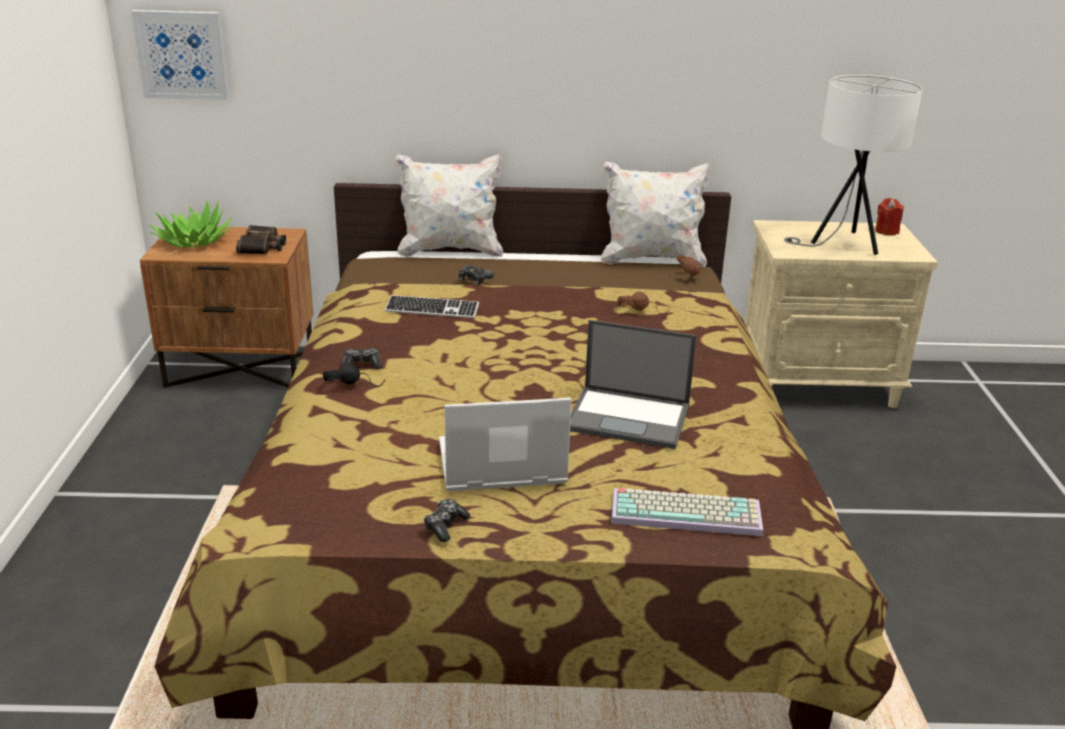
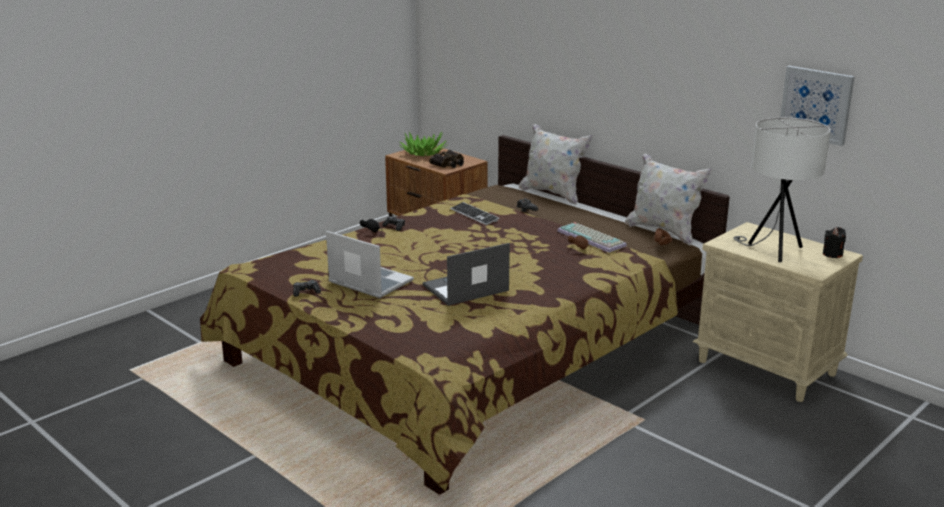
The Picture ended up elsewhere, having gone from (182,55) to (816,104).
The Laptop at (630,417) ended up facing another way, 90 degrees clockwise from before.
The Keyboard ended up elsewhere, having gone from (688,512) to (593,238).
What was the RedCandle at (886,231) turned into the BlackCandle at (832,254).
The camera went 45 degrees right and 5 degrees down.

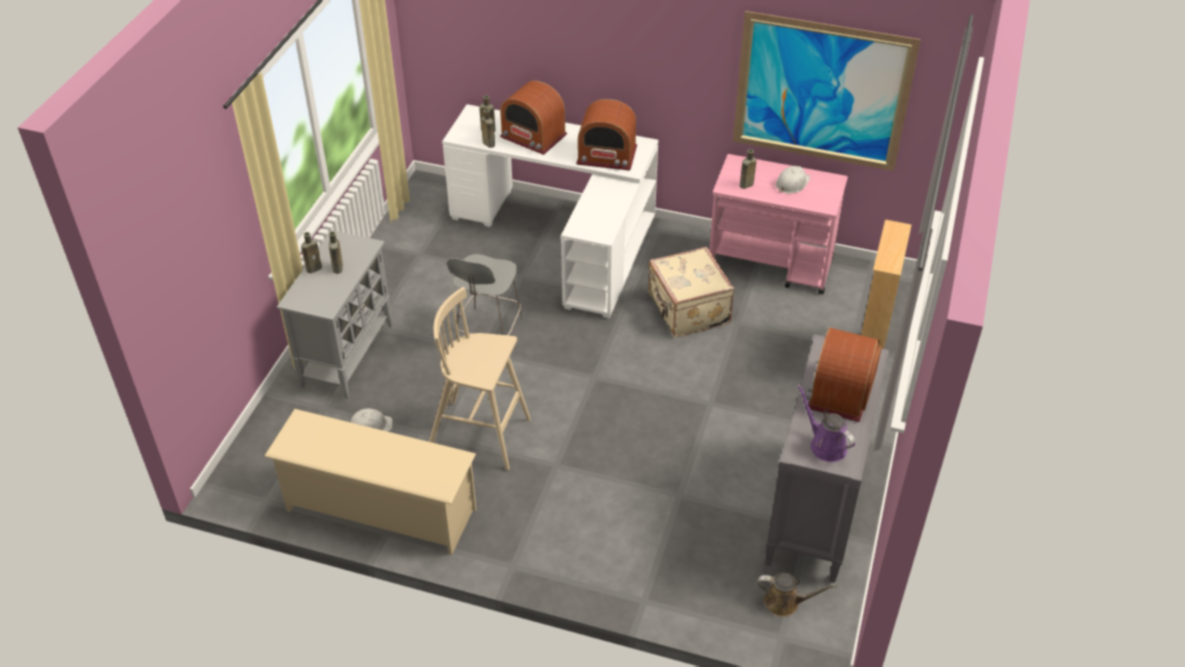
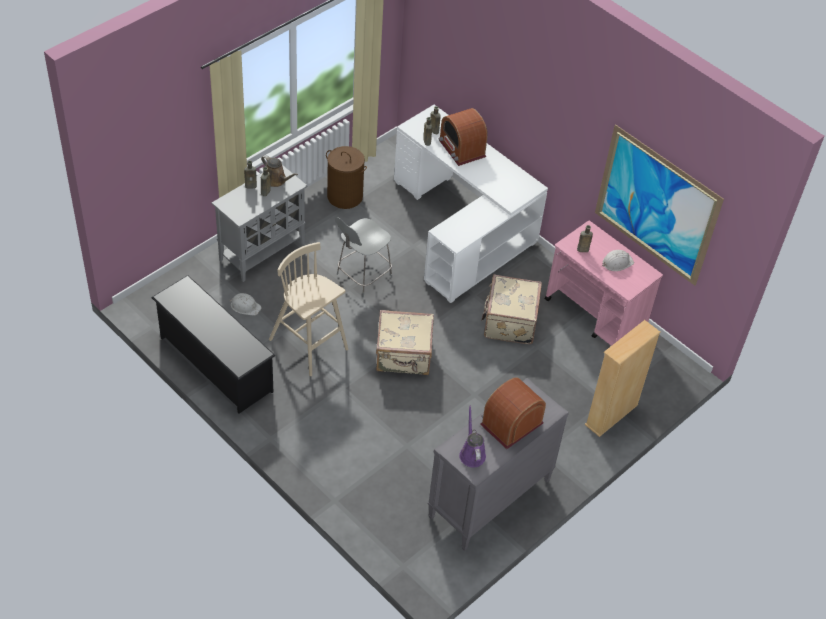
What was the BeigeShoeRack at (380,510) turned into the BlackShoeRack at (215,364).
The second view lost the Radio at (607,155).
The BrownWateringCan ended up elsewhere, having gone from (785,602) to (276,180).
The second view gained the BrownLaundryBasket at (345,196).
The second view gained the BeigeSuitcase at (404,356).
The camera went 25 degrees right and 5 degrees up.

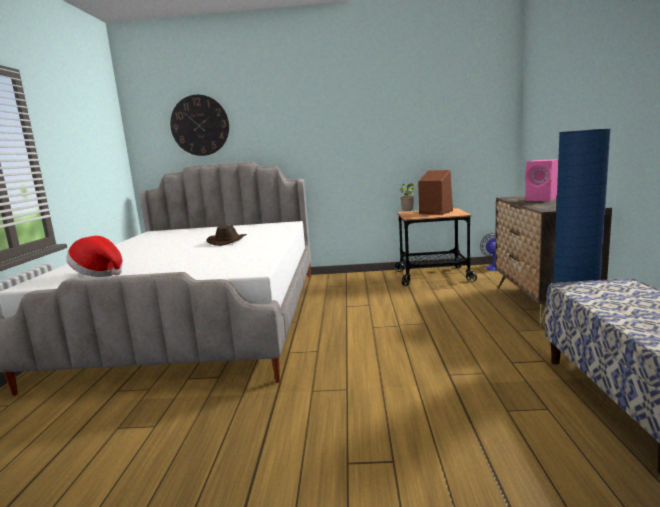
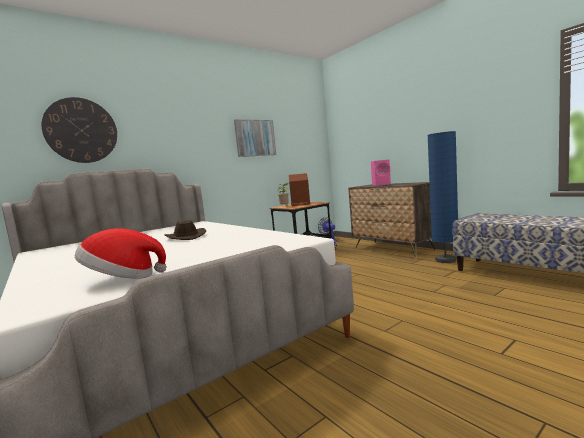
The second view gained the Picture at (255,138).
The camera went 40 degrees left and 5 degrees down.

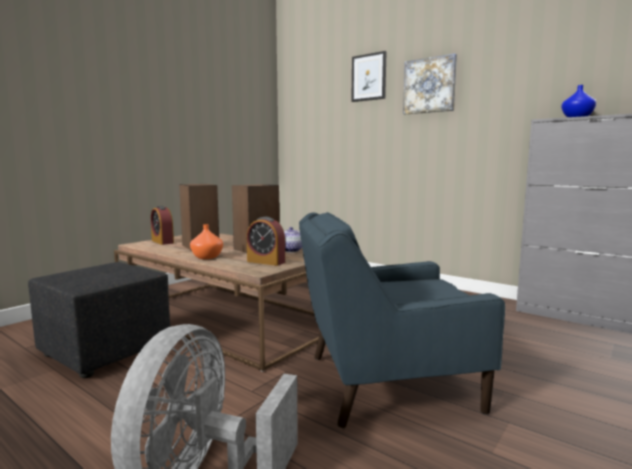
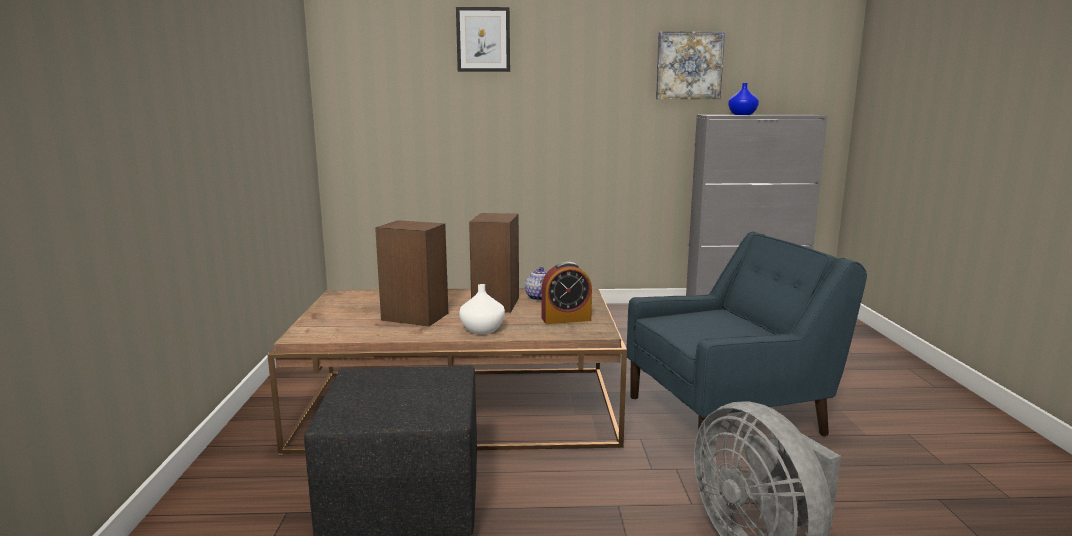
The second view lost the AlarmClock at (162,242).
What was the OrangeVase at (206,257) turned into the WhiteVase at (481,330).
The BlueArmchair at (385,383) ended up facing another way, 150 degrees counterclockwise from before.
The Picture ended up elsewhere, having gone from (429,85) to (689,66).
The camera went 40 degrees left and 5 degrees up.

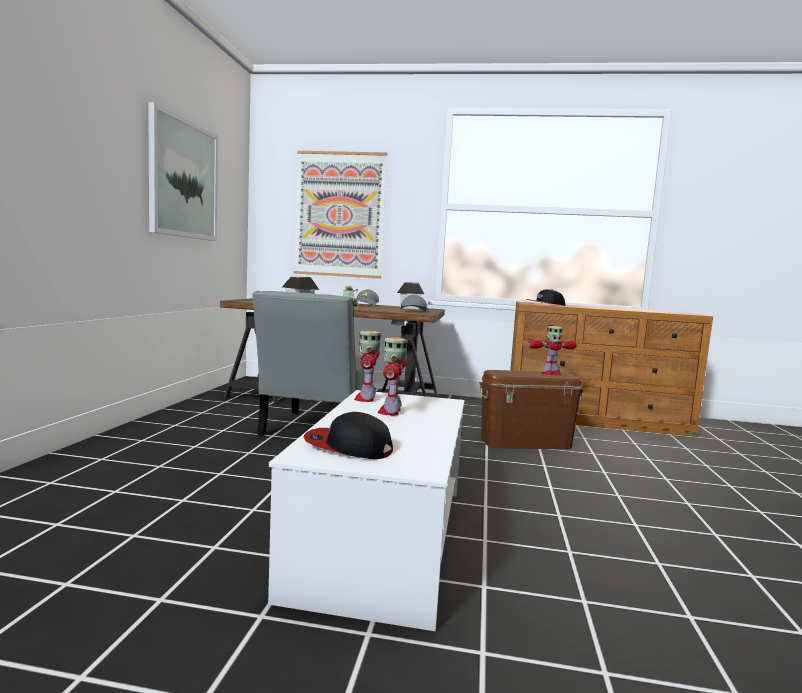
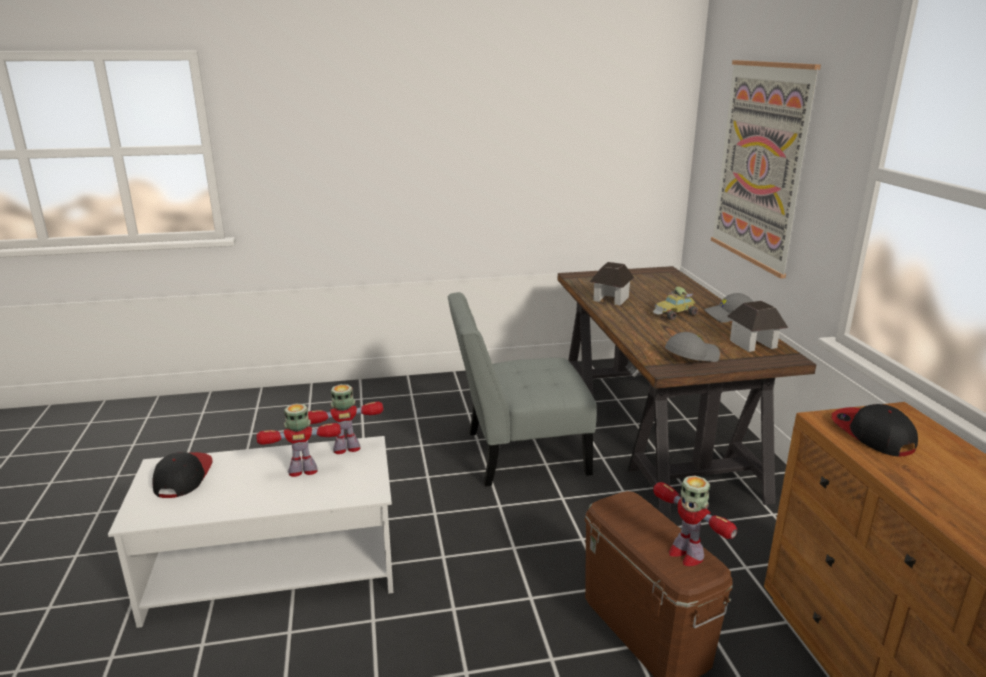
The second view lost the Picture at (184,179).
The camera went 70 degrees right and 15 degrees up.

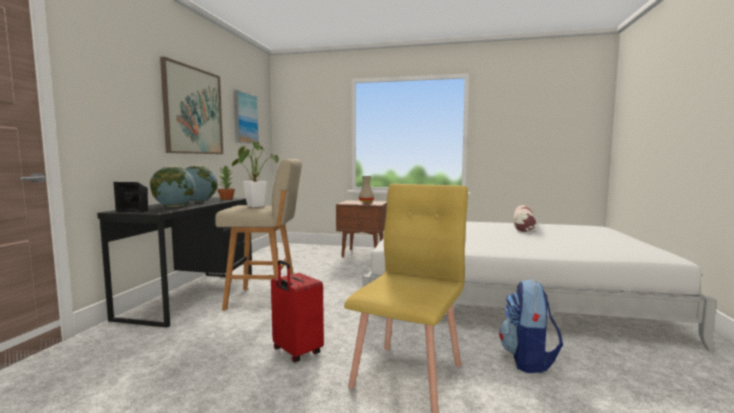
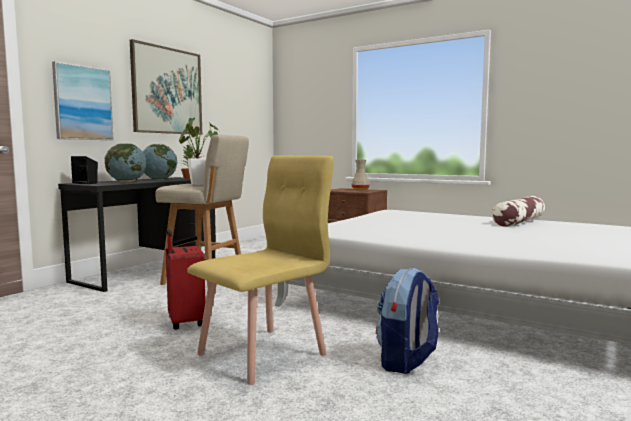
The Picture ended up elsewhere, having gone from (245,118) to (83,103).
The camera went 20 degrees right and 0 degrees up.

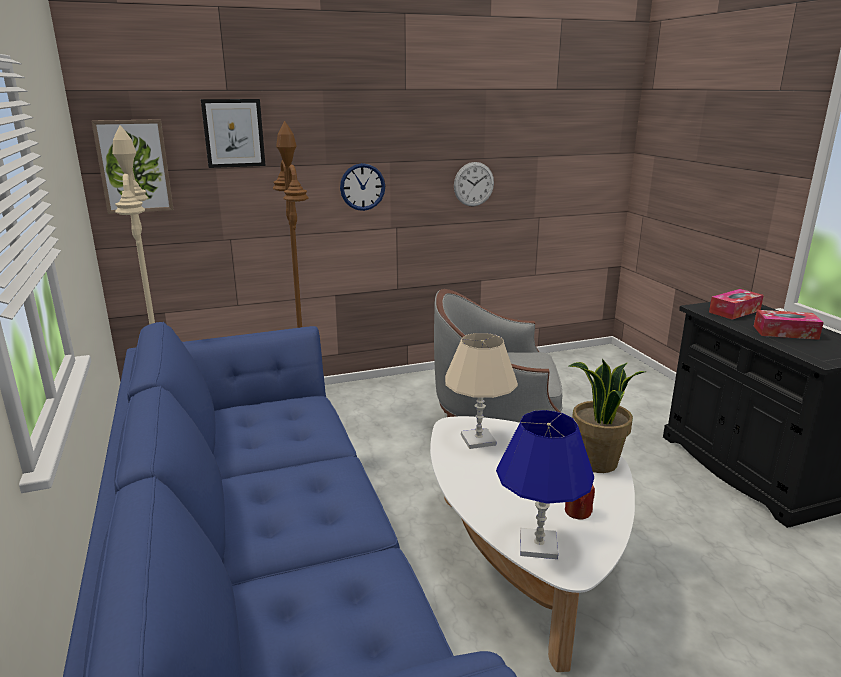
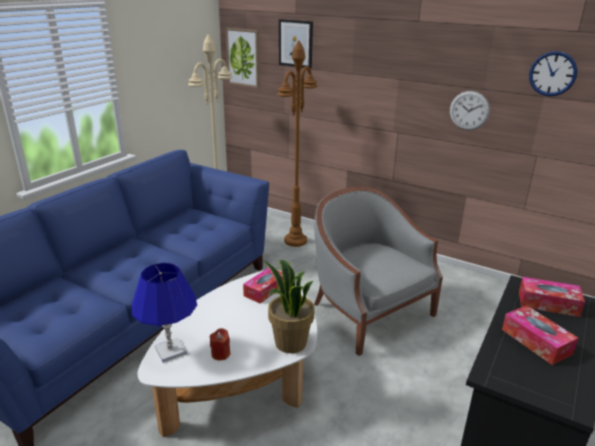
The WallClock ended up elsewhere, having gone from (362,187) to (552,74).
Where the BeigeTableLamp stood at (478,440), the TissueBox came to stand at (265,290).
The camera went 50 degrees right and 5 degrees up.

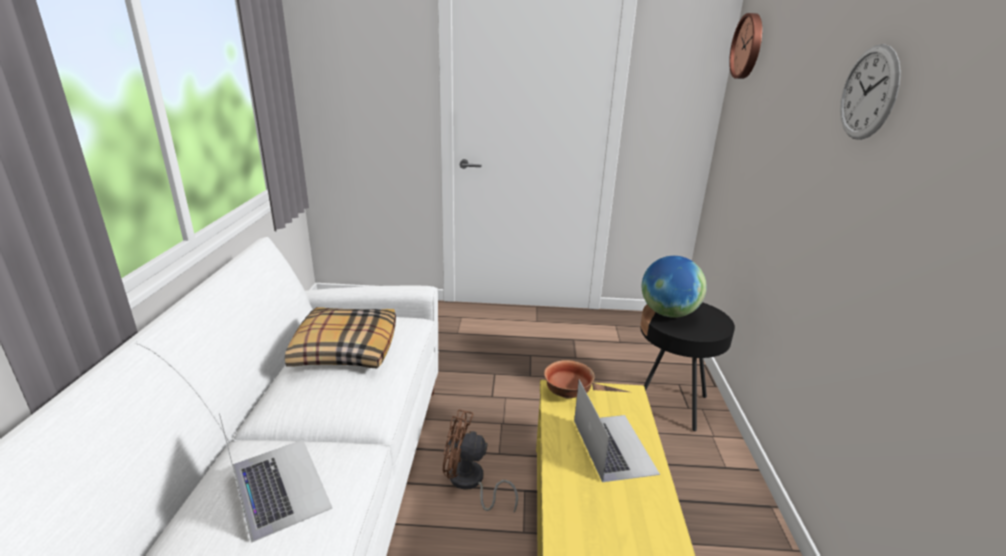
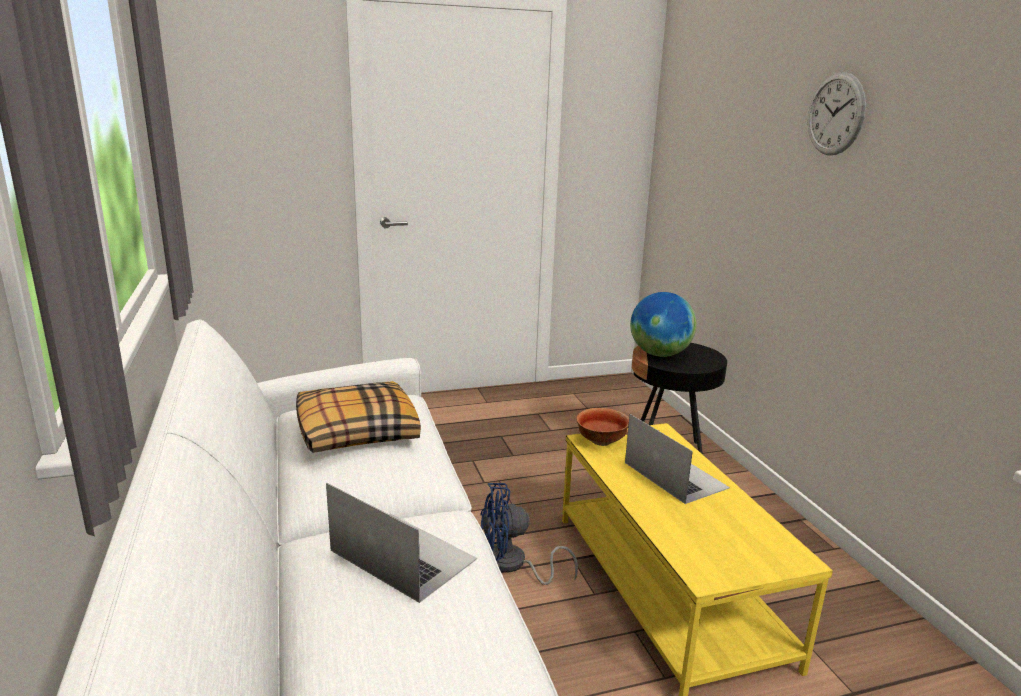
What was the BrownFan at (470,483) turned into the BlueFan at (512,565).
The second view lost the WallClock at (748,46).
The camera went 20 degrees left and 5 degrees down.

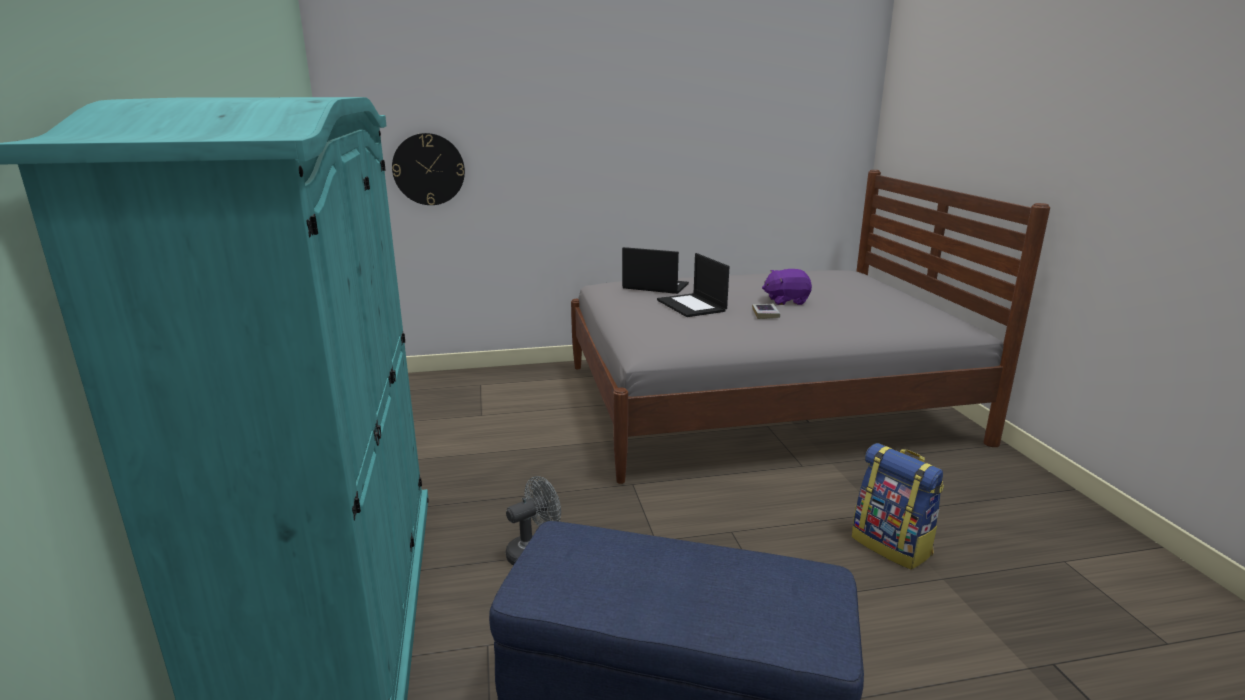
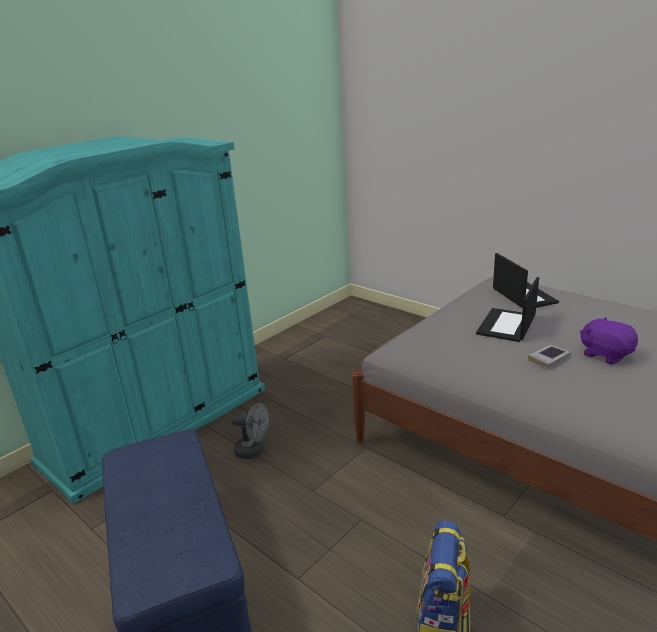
The second view lost the WallClock at (428,169).
The camera went 55 degrees right and 5 degrees up.

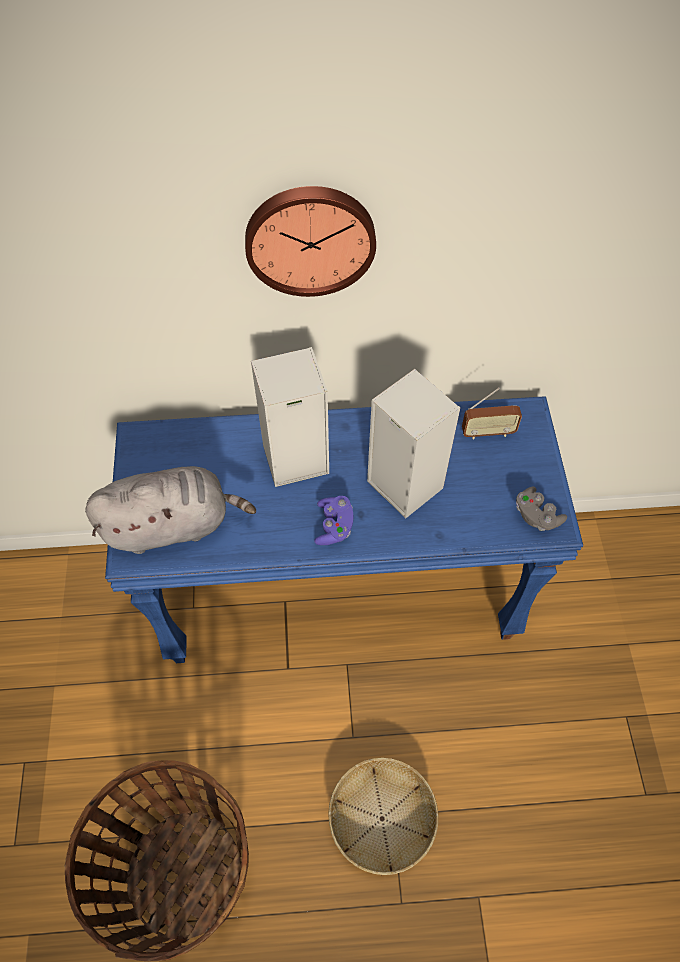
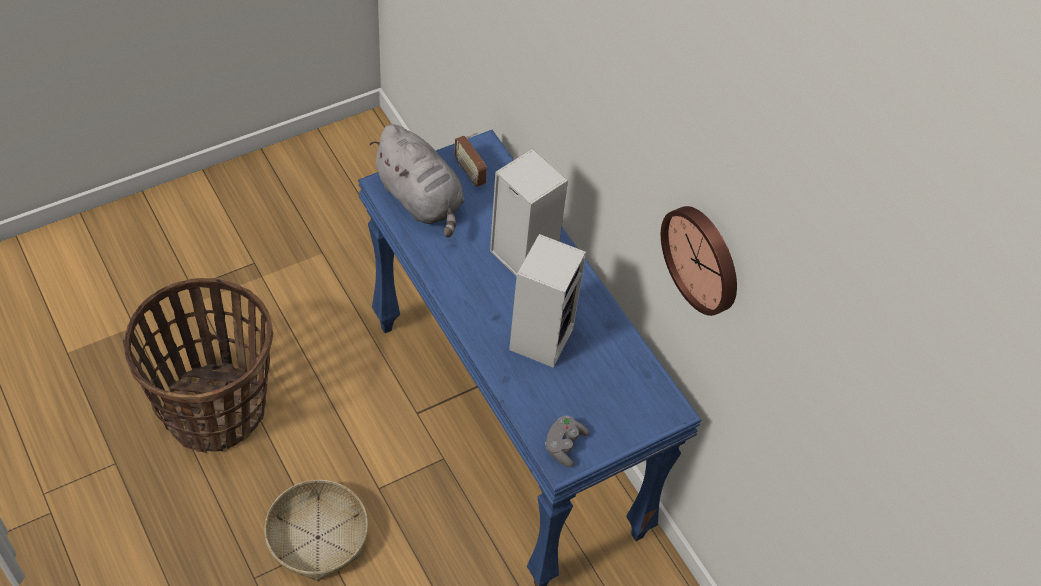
The WallClock ended up elsewhere, having gone from (310,238) to (703,258).
The second view lost the PurpleGameController at (334,526).
The Radio ended up elsewhere, having gone from (488,432) to (470,173).
The camera went 60 degrees right and 5 degrees down.

